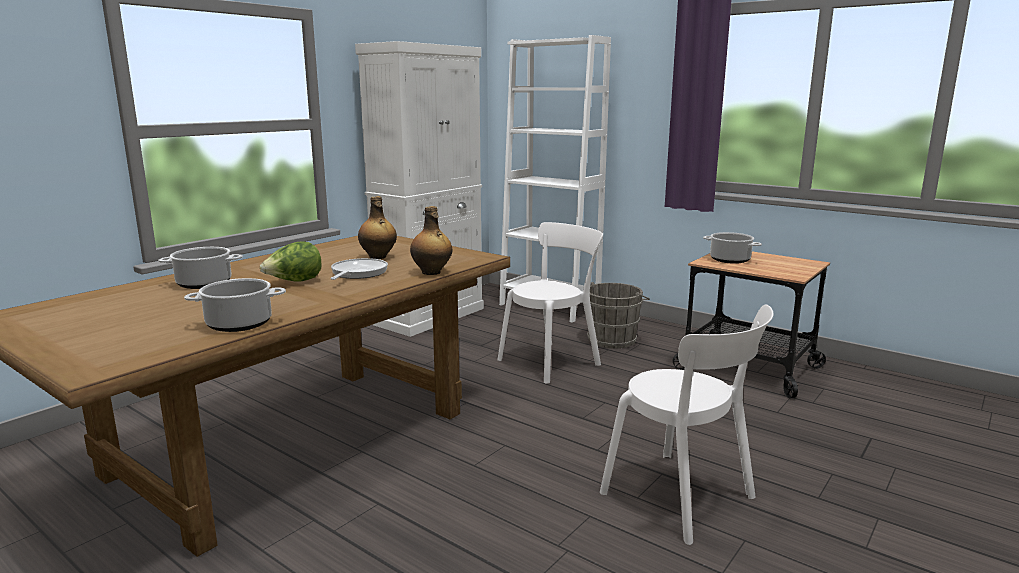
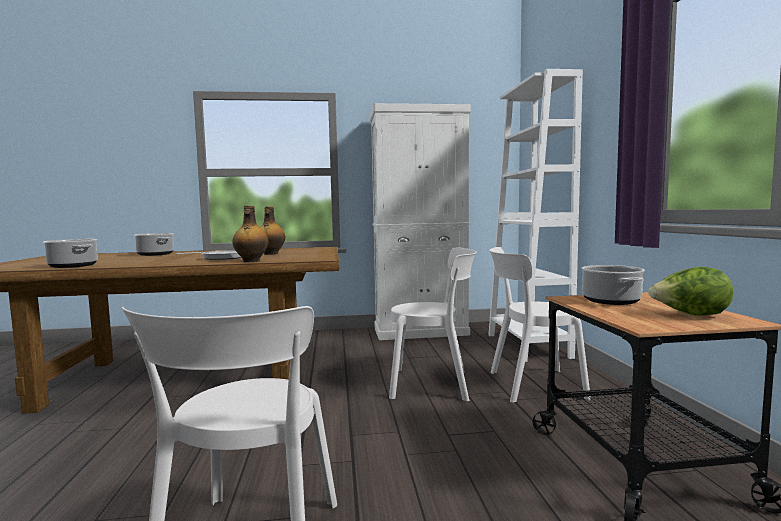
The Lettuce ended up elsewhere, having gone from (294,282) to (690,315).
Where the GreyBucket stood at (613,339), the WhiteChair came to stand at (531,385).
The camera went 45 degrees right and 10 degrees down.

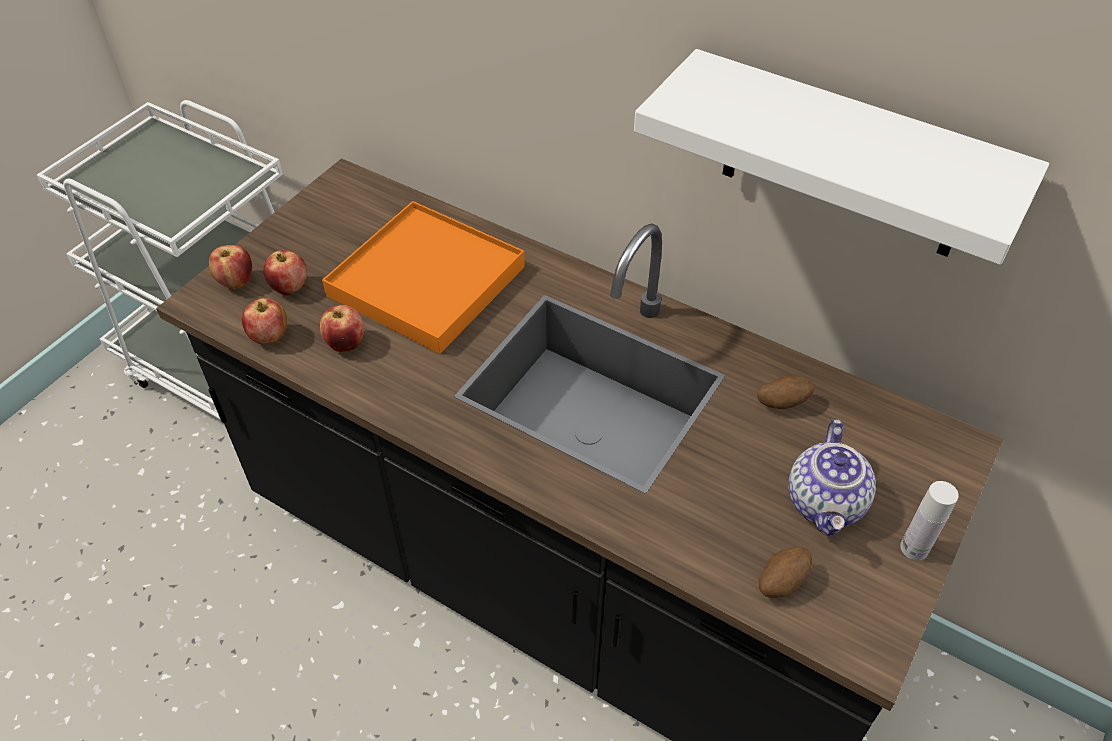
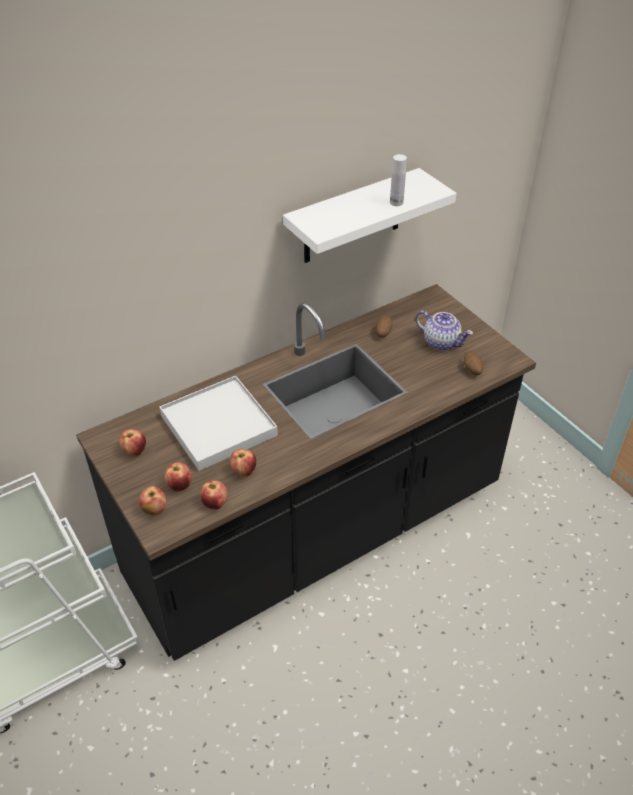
What was the OrangeTray at (426,281) turned into the WhiteTray at (219,425).
The WhiteBottle ended up elsewhere, having gone from (914,548) to (396,202).
The second view gained the Apple at (134,451).
The camera went 65 degrees left and 5 degrees down.

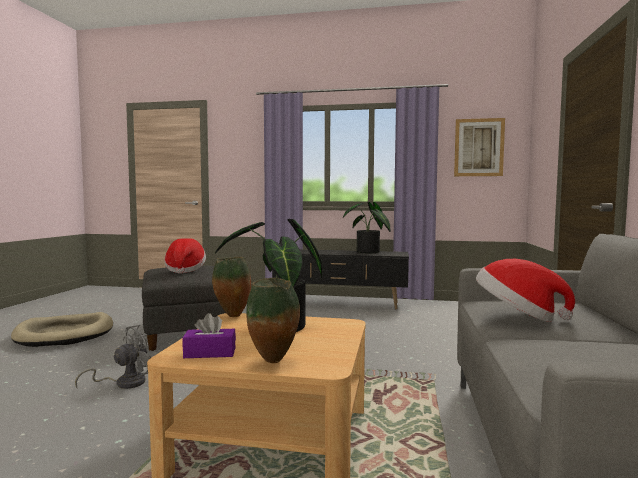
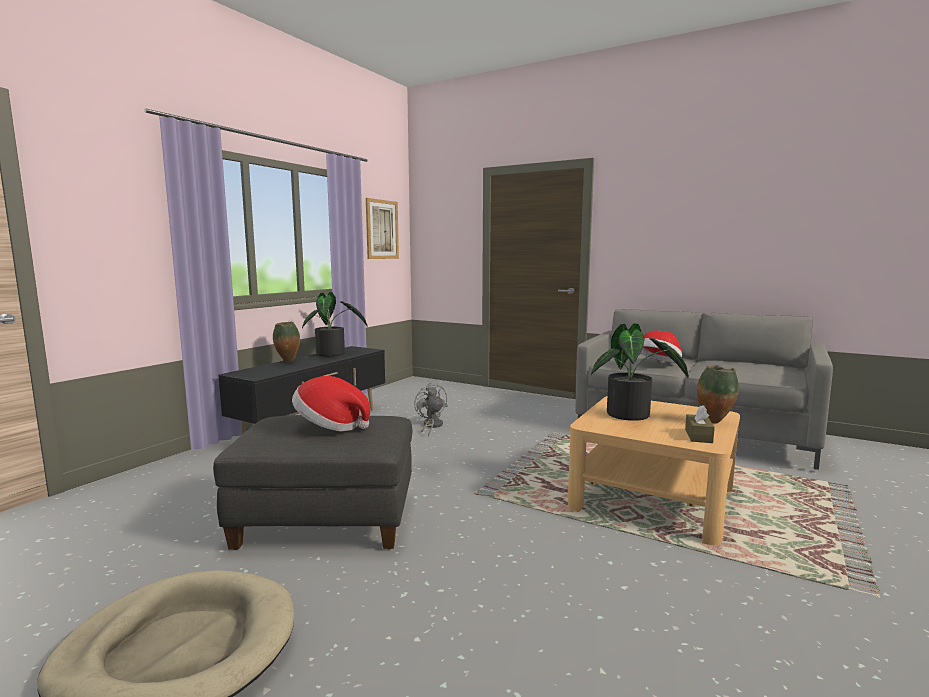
The GreyFan ended up elsewhere, having gone from (124,383) to (431,426).
What was the PurpleTissueBox at (210,353) turned into the BrownTissueBox at (698,436).
The Vase ended up elsewhere, having gone from (232,316) to (288,362).
The camera went 70 degrees left and 5 degrees up.

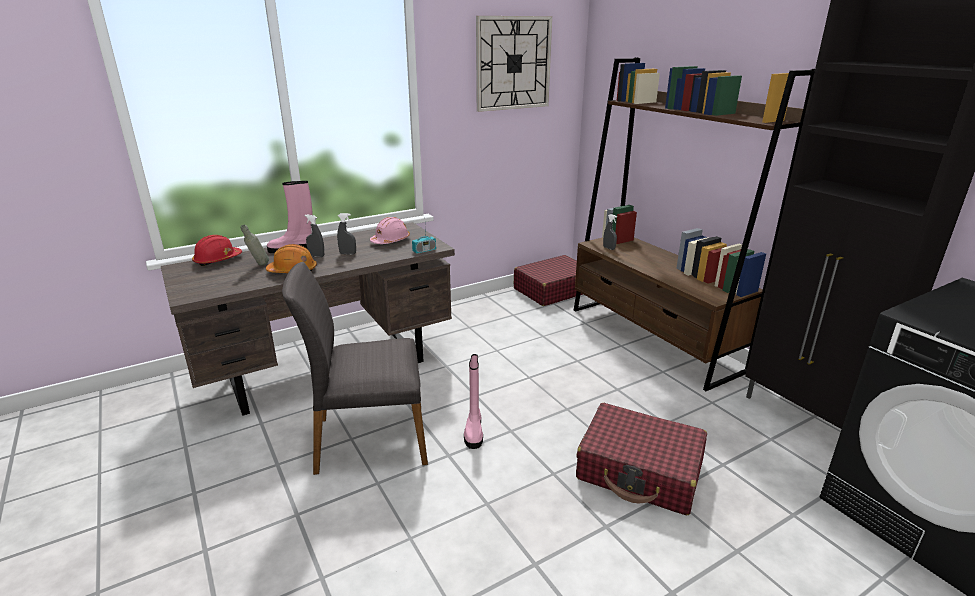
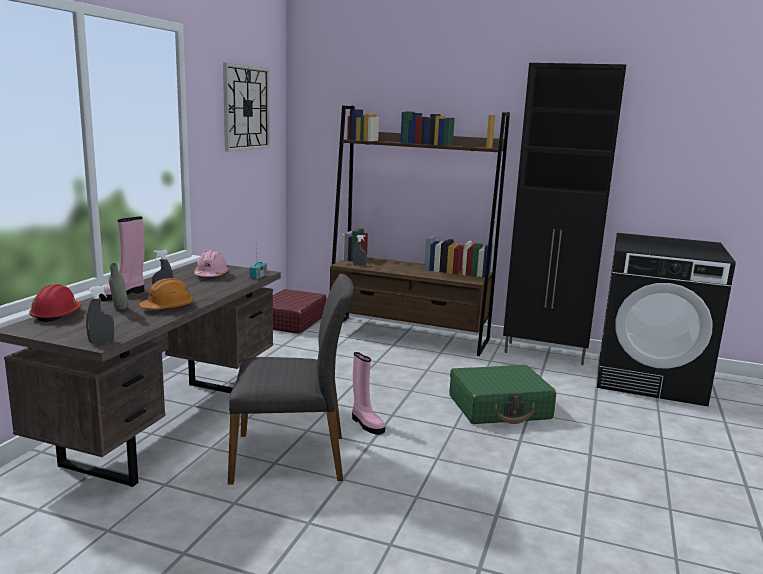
The GreyChair at (369,439) ended up facing another way, 135 degrees counterclockwise from before.
The GreySprayBottle ended up elsewhere, having gone from (348,253) to (101,342).
What was the RedSuitcase at (639,471) turned into the GreenSuitcase at (500,407).
The camera went 40 degrees left and 10 degrees down.

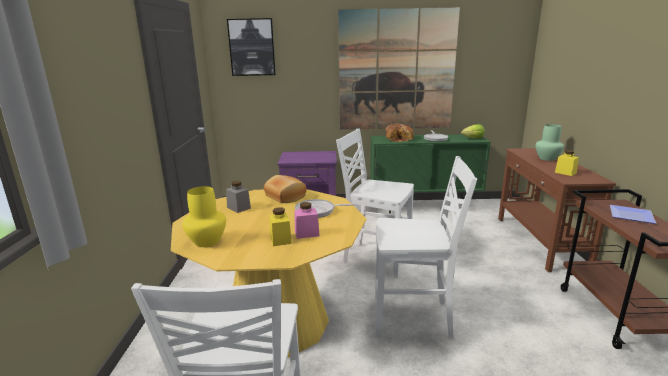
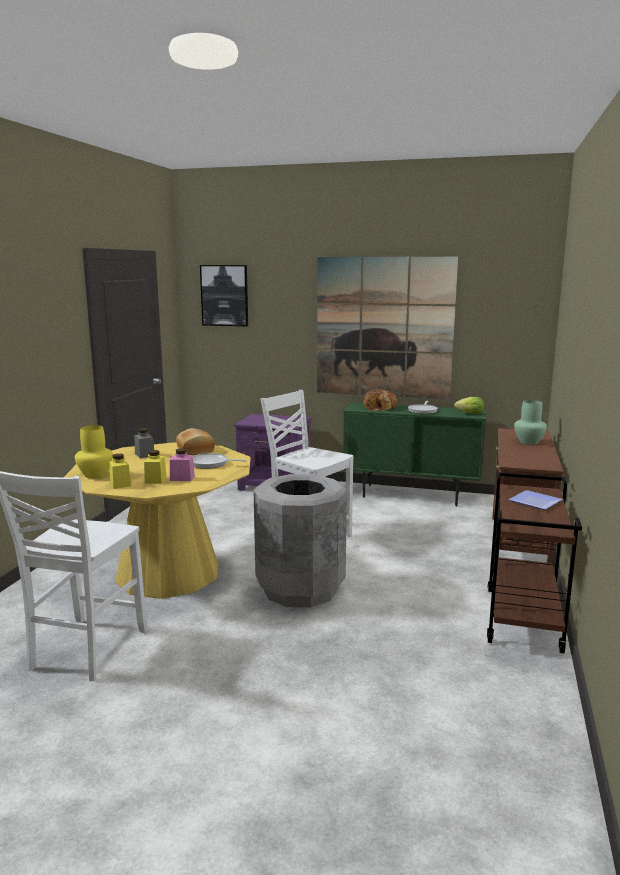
Where the WhiteChair stood at (413,318), the GreyTrashCan came to stand at (300,589).
The YellowJar ended up elsewhere, having gone from (565,173) to (120,484).
The camera went 15 degrees right and 5 degrees down.

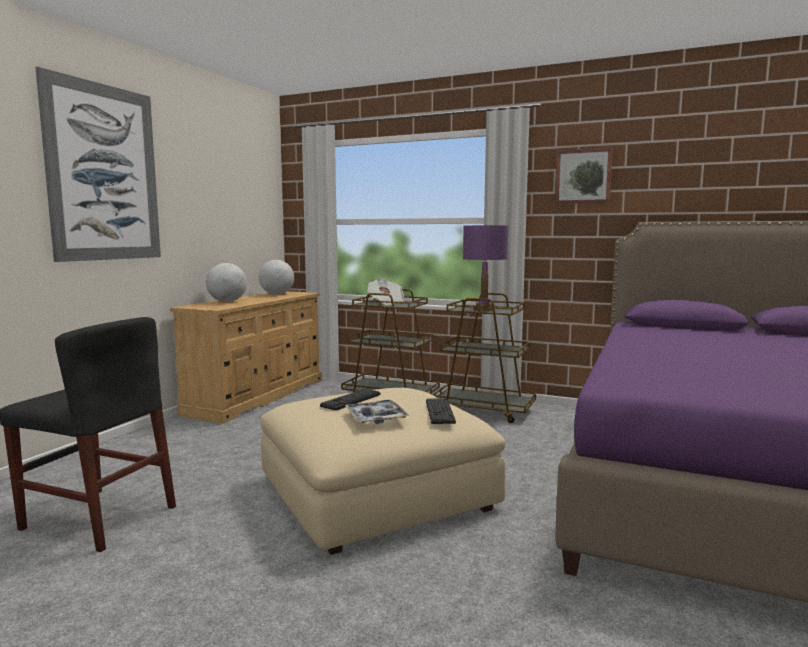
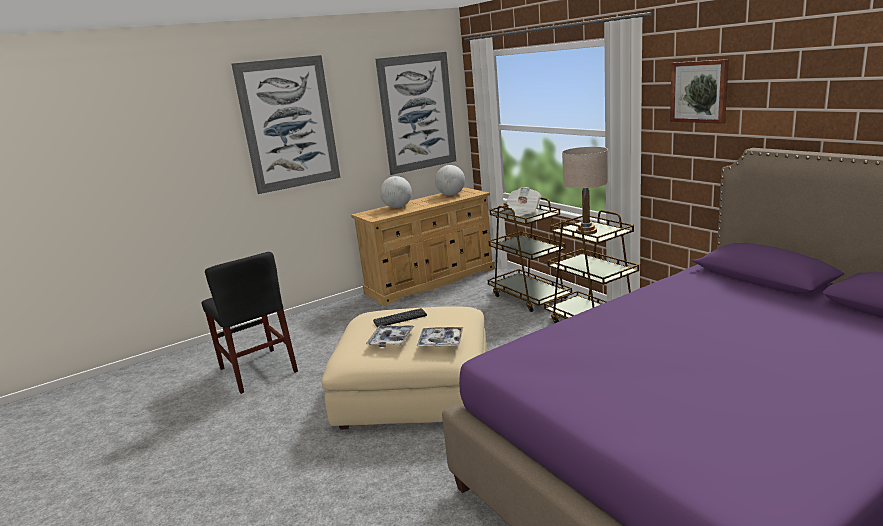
Where the Keyboard stood at (439,412), the Tray came to stand at (441,342).
What was the PurpleTableLamp at (484,310) turned into the BeigeTableLamp at (586,231).
The second view gained the Picture at (417,113).
The camera went 35 degrees right and 10 degrees up.

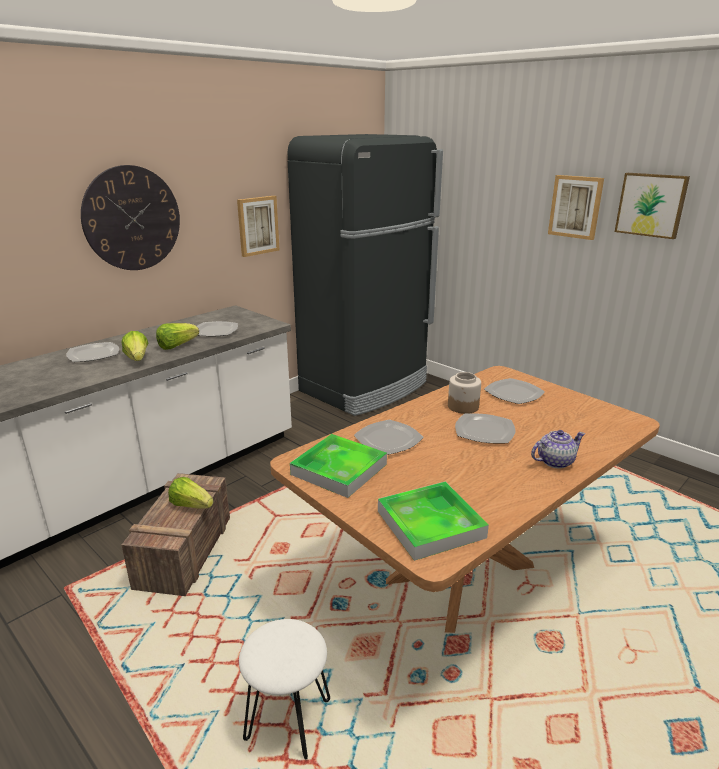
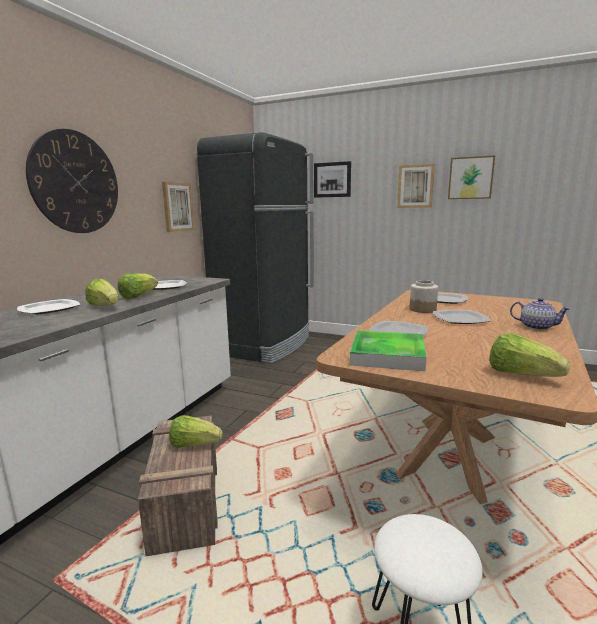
Where the Tray stood at (430,524), the Lettuce came to stand at (521,375).
The Teapot at (554,461) ended up facing another way, 75 degrees clockwise from before.
The second view gained the Picture at (332,180).
The camera went 20 degrees left and 10 degrees down.

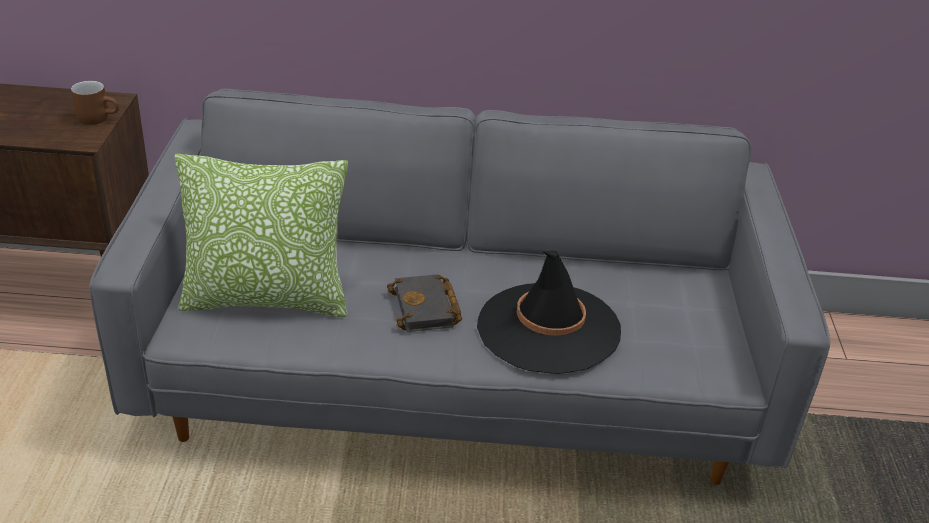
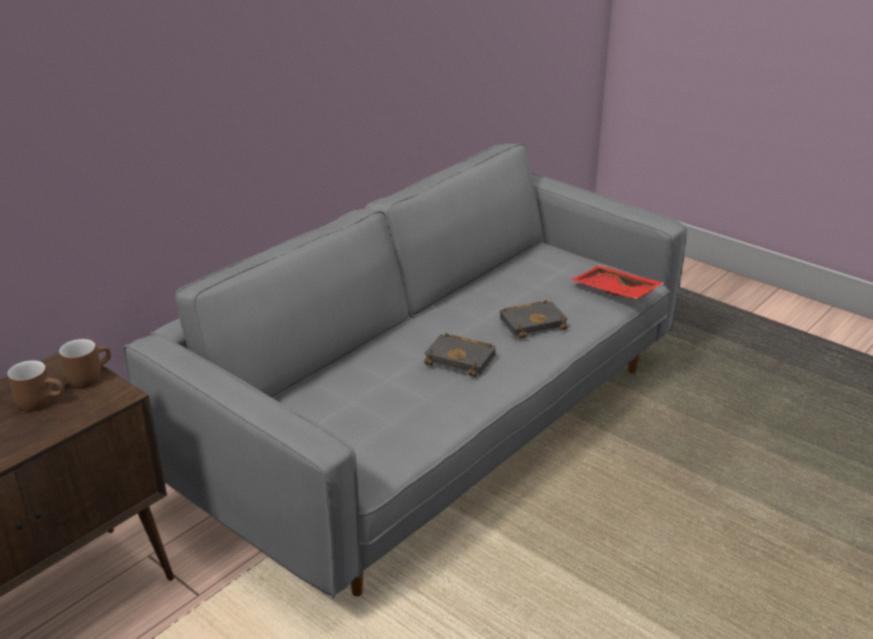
The second view lost the Pillow at (266,299).
Where the BlackHat stood at (548,328), the BlackBook came to stand at (533,323).
The second view gained the BrownMug at (41,401).
The second view gained the RedTray at (614,292).
The camera went 50 degrees left and 5 degrees down.

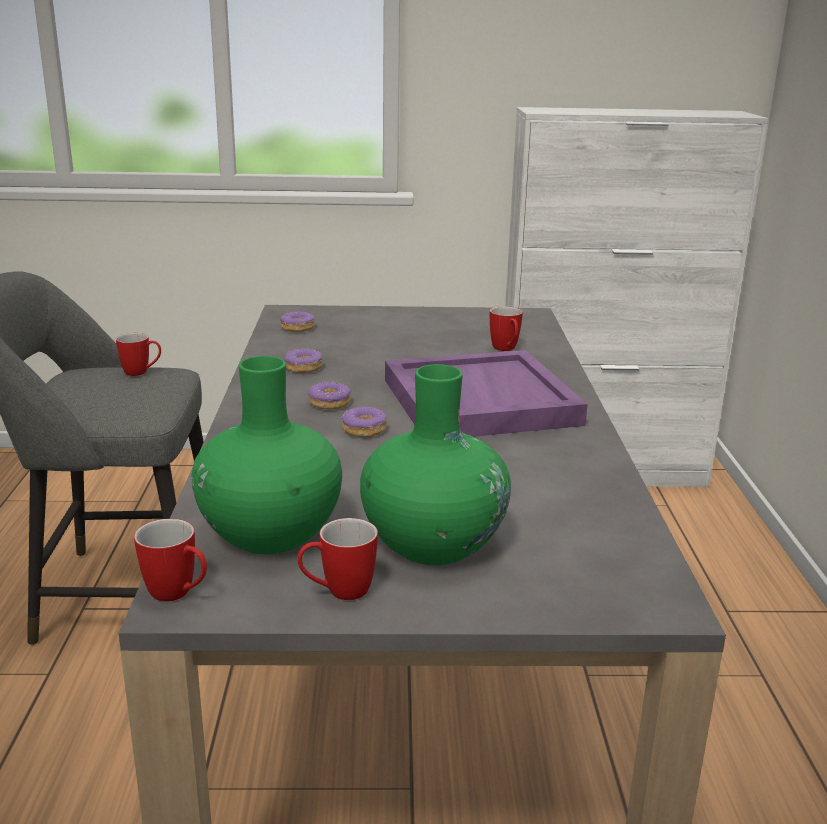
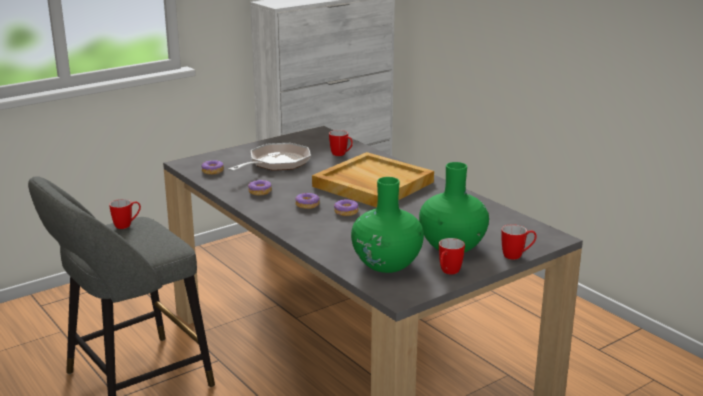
The Mug ended up elsewhere, having gone from (178,595) to (517,256).
What was the PurpleTray at (477,401) turned into the BeigeTray at (372,184).
The second view gained the FryingPan at (276,163).
The camera went 35 degrees left and 0 degrees up.

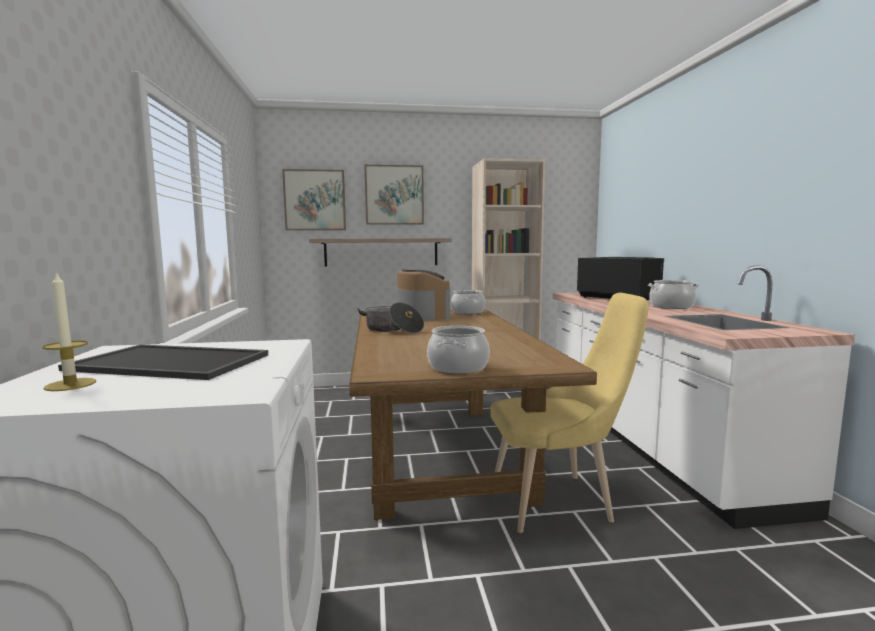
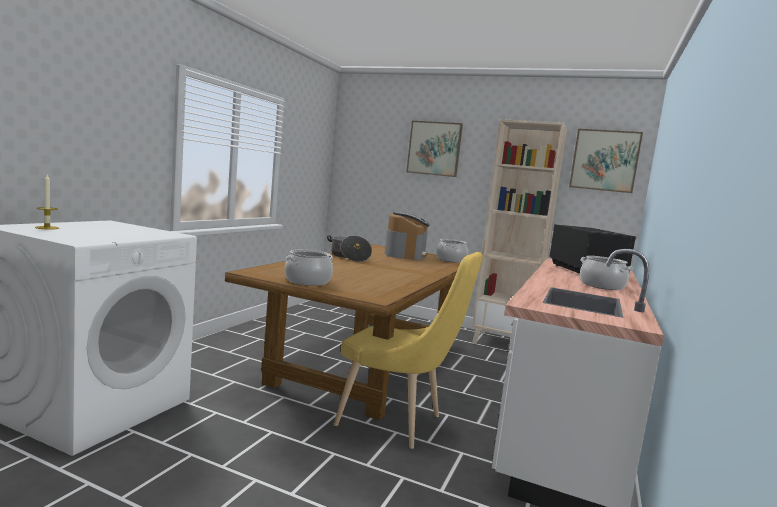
The second view lost the Tray at (173,362).
The Picture ended up elsewhere, having gone from (315,200) to (604,160).
The second view lost the Shelf at (381,252).
The camera went 30 degrees right and 0 degrees up.

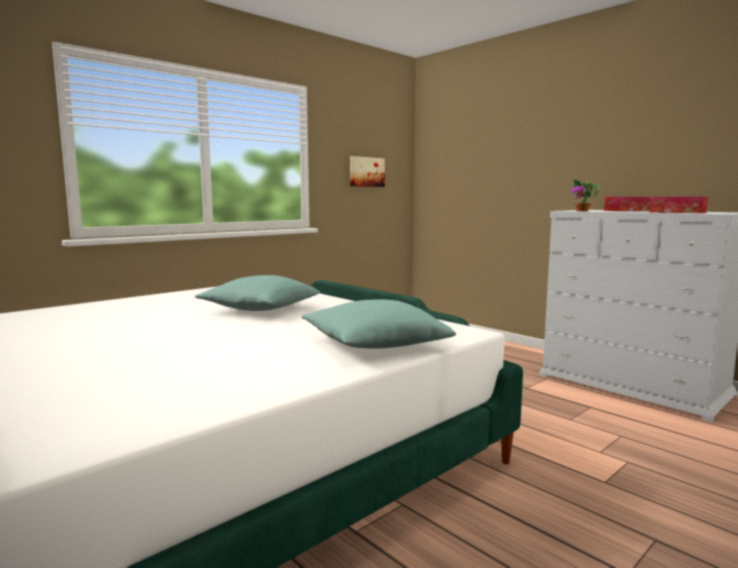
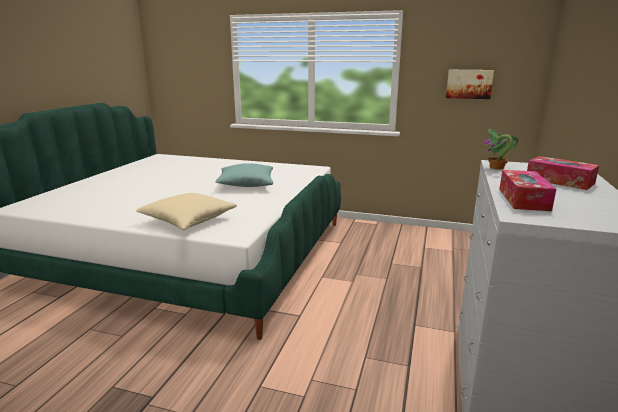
What was the TurquoisePillow at (374,344) turned into the BeigePillow at (188,221).
The camera went 60 degrees right and 10 degrees up.

